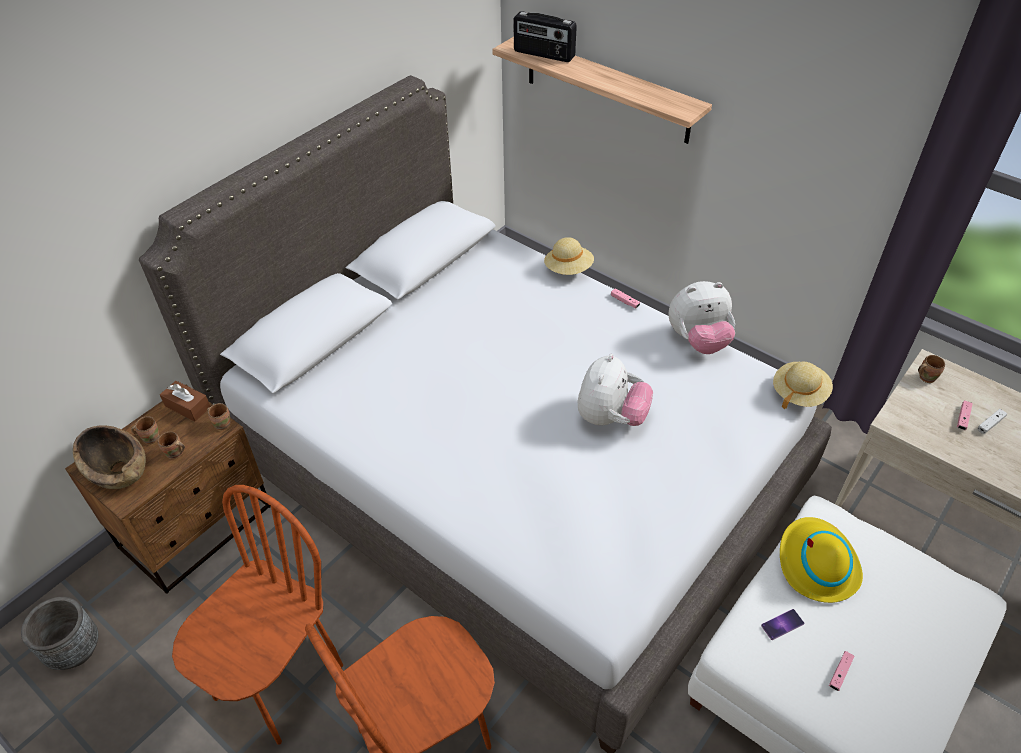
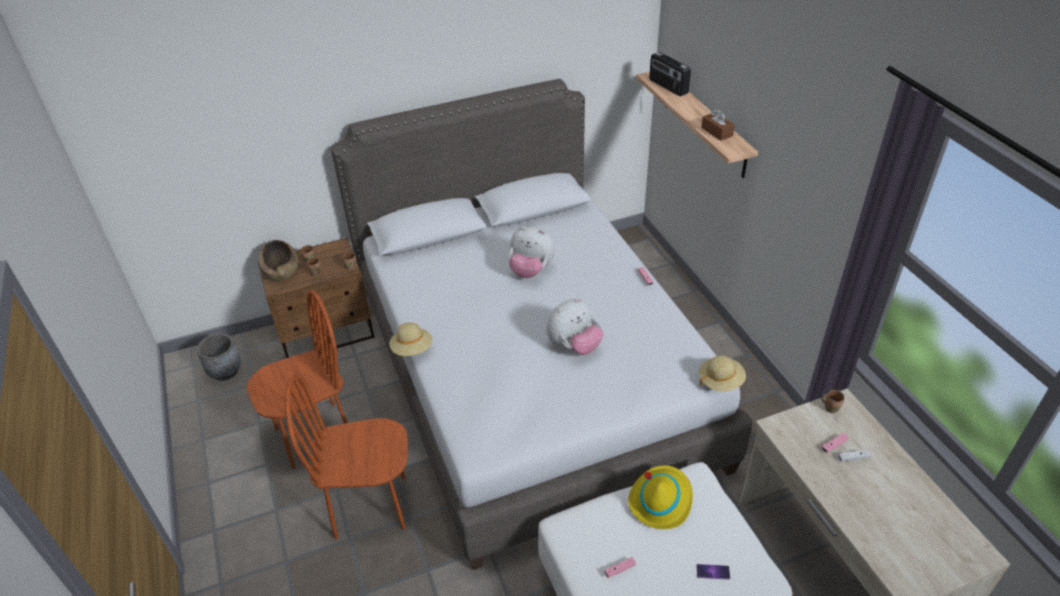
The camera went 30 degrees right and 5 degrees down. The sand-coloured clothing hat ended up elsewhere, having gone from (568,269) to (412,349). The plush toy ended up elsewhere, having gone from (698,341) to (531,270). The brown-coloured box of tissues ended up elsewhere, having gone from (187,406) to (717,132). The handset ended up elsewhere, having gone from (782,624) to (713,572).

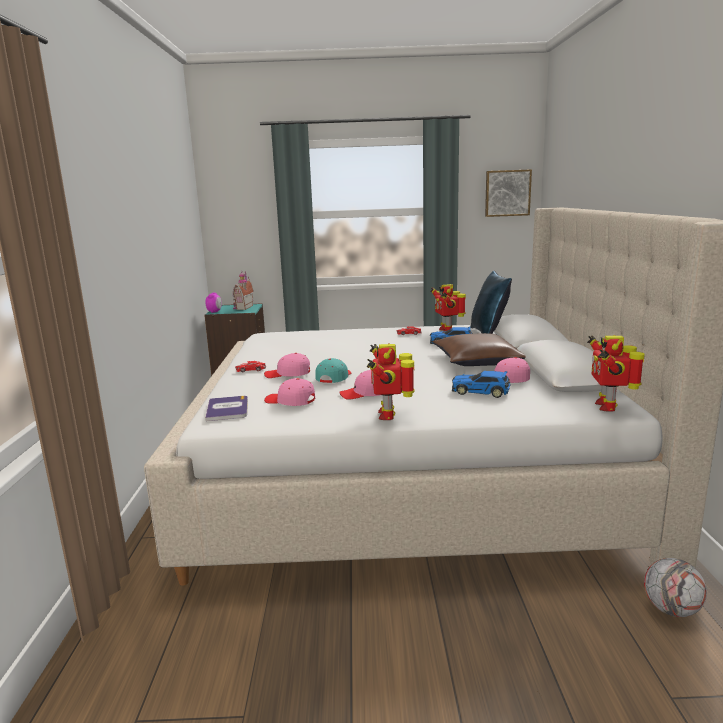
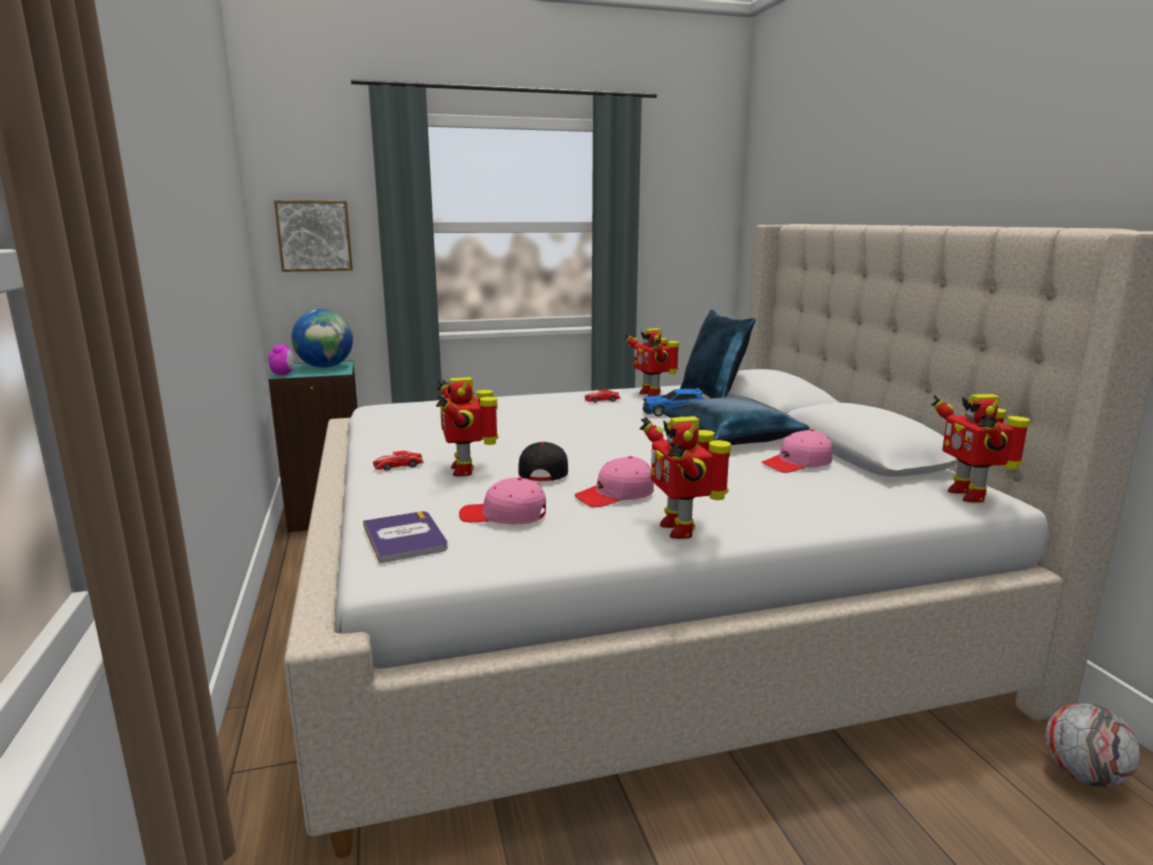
The camera went 15 degrees left and 0 degrees up. The wall picture ended up elsewhere, having gone from (507,193) to (314,236). Where the miniature house stood at (242,307), the world globe came to stand at (325,367). What was the brown-coloured cushion at (477,361) turned into the bluish cushion at (732,436). Where the pinkish peaked cap stood at (288,374), the toy robot came to stand at (465,470). What was the turquoise peaked cap at (334,377) turned into the black peaked cap at (544,472). The second view lost the model car at (481,392).

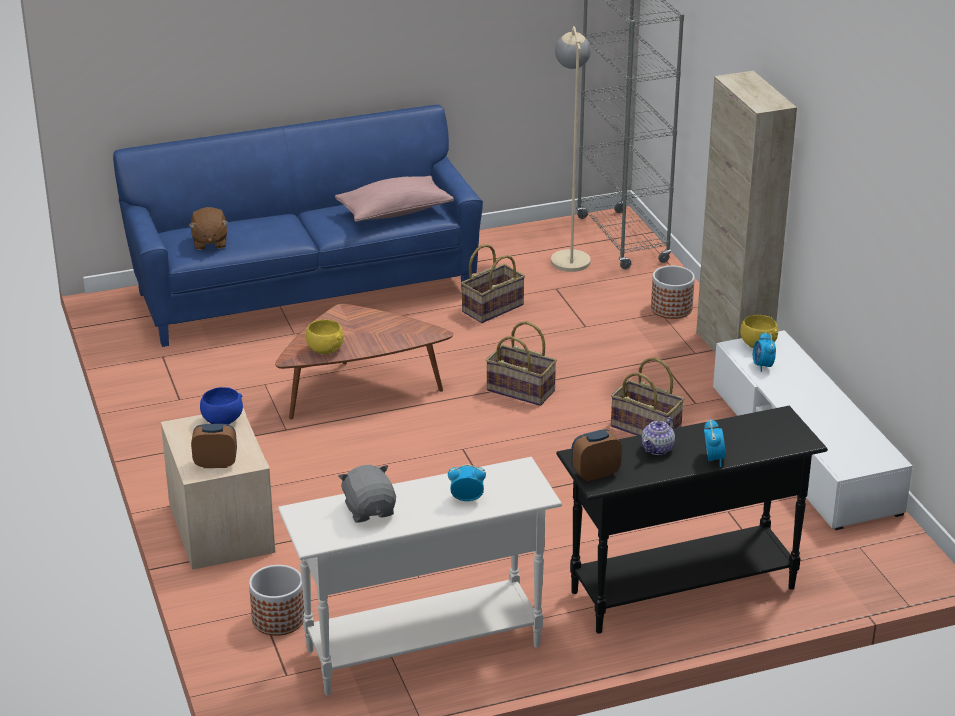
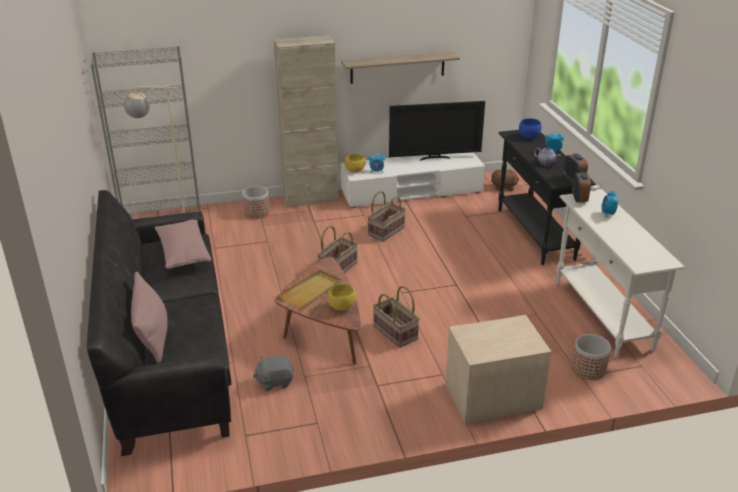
The camera went 85 degrees left and 0 degrees up. What was the bluish sofa at (304,292) turned into the black sofa at (170,355). The brown-coloured plush toy ended up elsewhere, having gone from (209,242) to (503,187). The basket ended up elsewhere, having gone from (492,308) to (394,332). The bluish bowl ended up elsewhere, having gone from (221,421) to (529,137). The bedside clock ended up elsewhere, having gone from (215,463) to (579,199). The greyish plush toy ended up elsewhere, having gone from (370,510) to (275,381). The second view gained the shelf at (397,67). The second view gained the TV set at (434,158). The second view gained the sand-coloured tray at (311,291). The second view gained the pinkish cushion at (152,334).

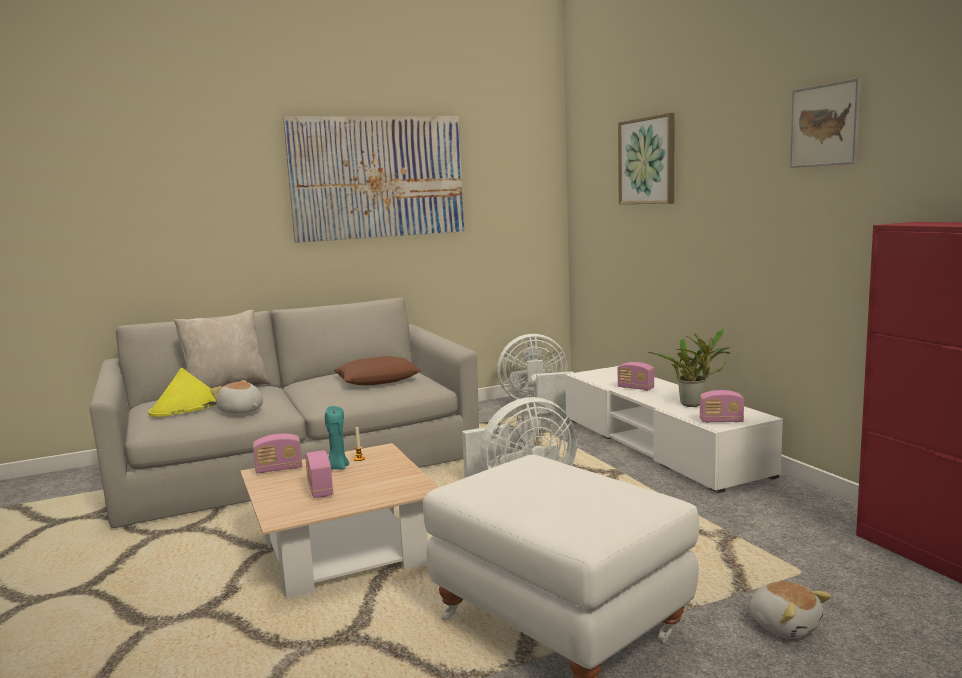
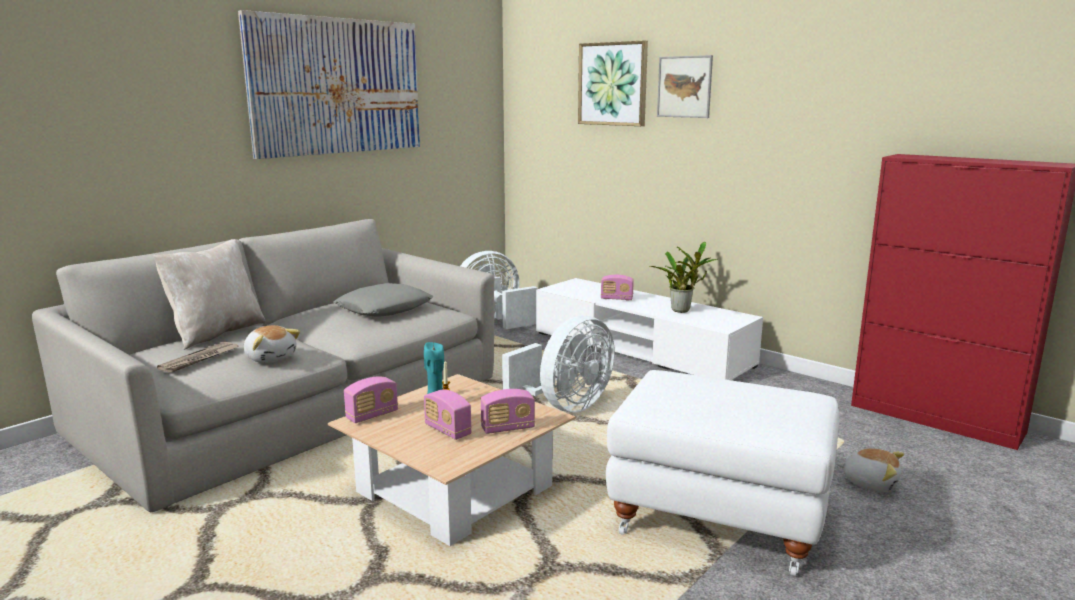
The camera went 25 degrees left and 5 degrees up. The wall picture ended up elsewhere, having gone from (824,125) to (684,87). What was the brown-coloured cushion at (378,379) turned into the greyish cushion at (384,308). Where the yellowish clothing hat stood at (187,407), the daily paper came to stand at (199,359). The plush toy at (241,411) ended up facing another way, 150 degrees counterclockwise from before. The radio set ended up elsewhere, having gone from (721,421) to (508,428).

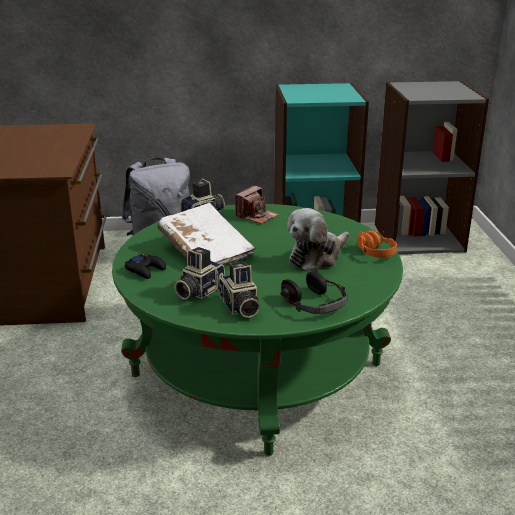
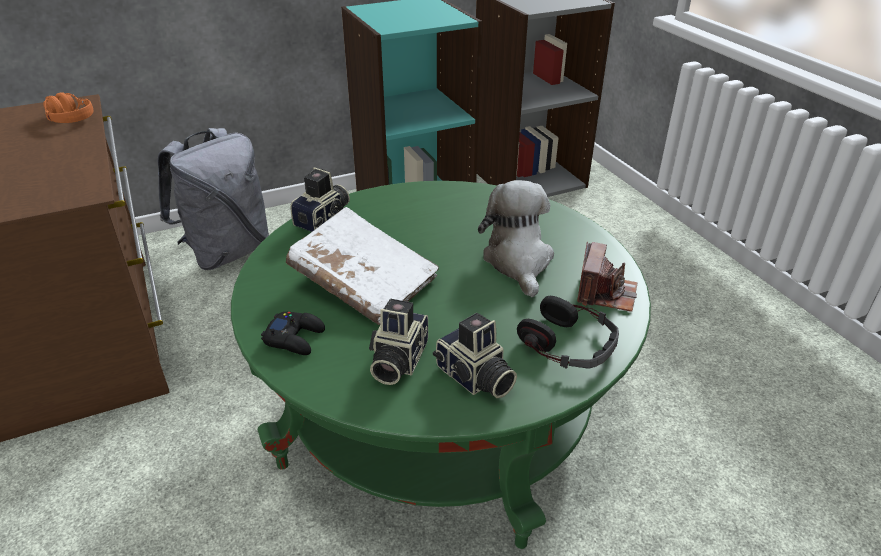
The camera went 20 degrees left and 10 degrees up. The still camera ended up elsewhere, having gone from (256,216) to (605,293). The plush toy at (317,257) ended up facing another way, 150 degrees clockwise from before. The orangey pair of headphones ended up elsewhere, having gone from (371,251) to (66,117).

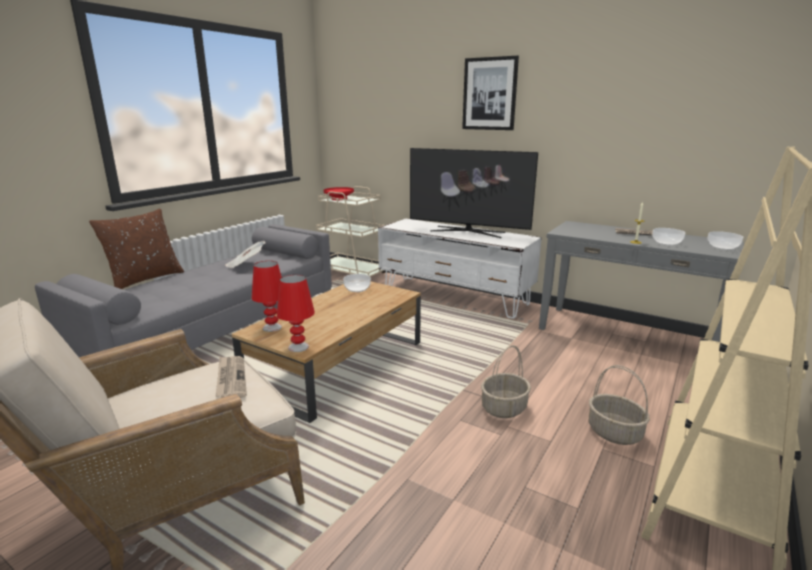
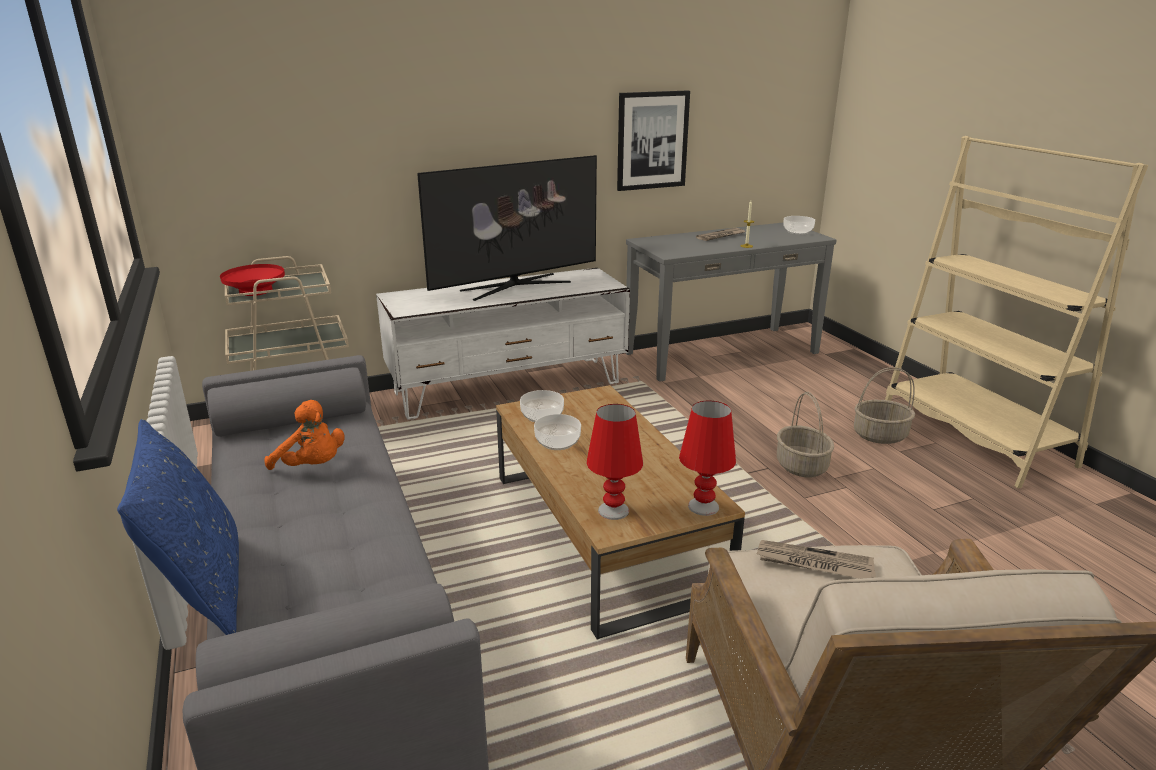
The camera went 55 degrees left and 5 degrees up. The wall picture ended up elsewhere, having gone from (489,94) to (652,140). What was the brown-coloured cushion at (145,279) turned into the bluish cushion at (202,590). The bowl ended up elsewhere, having gone from (666,243) to (557,442). Where the daily paper stood at (246,265), the orangey plush toy came to stand at (312,466).

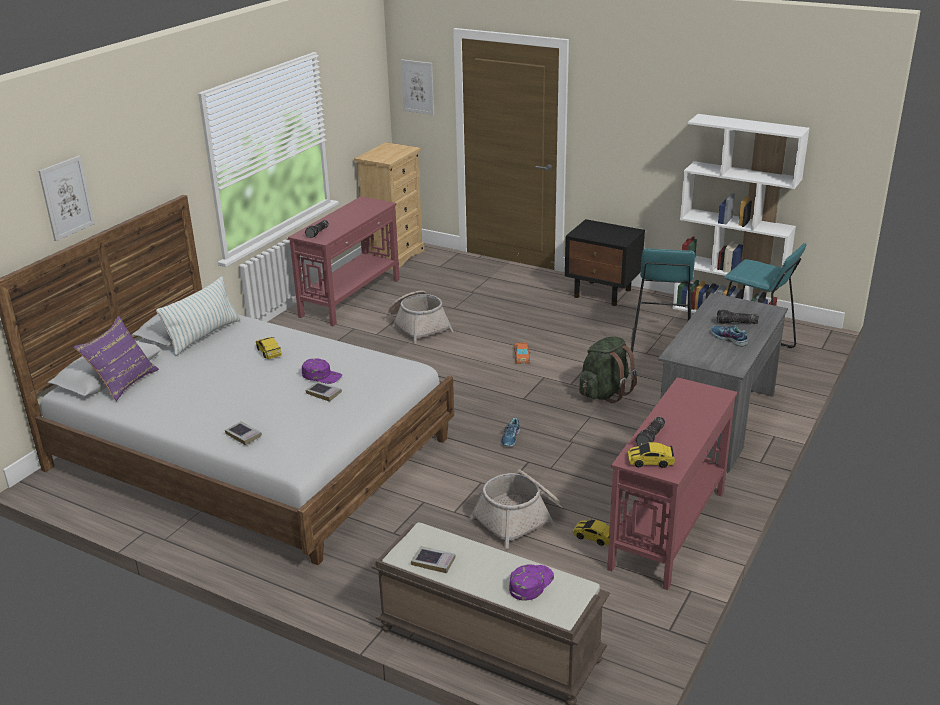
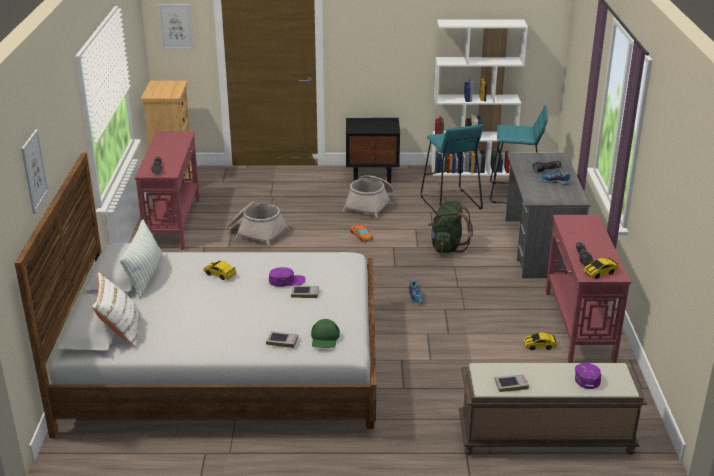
The camera went 30 degrees left and 0 degrees up. What was the purplish cushion at (123,382) turned into the white cushion at (120,331). The basket ended up elsewhere, having gone from (520,518) to (370,205). The second view gained the green-coloured peaked cap at (325,338).

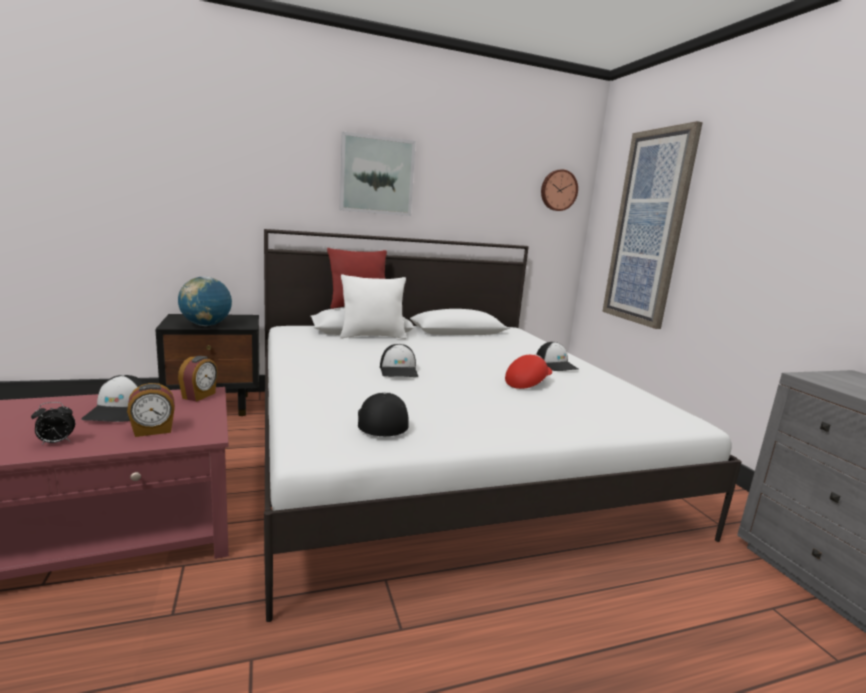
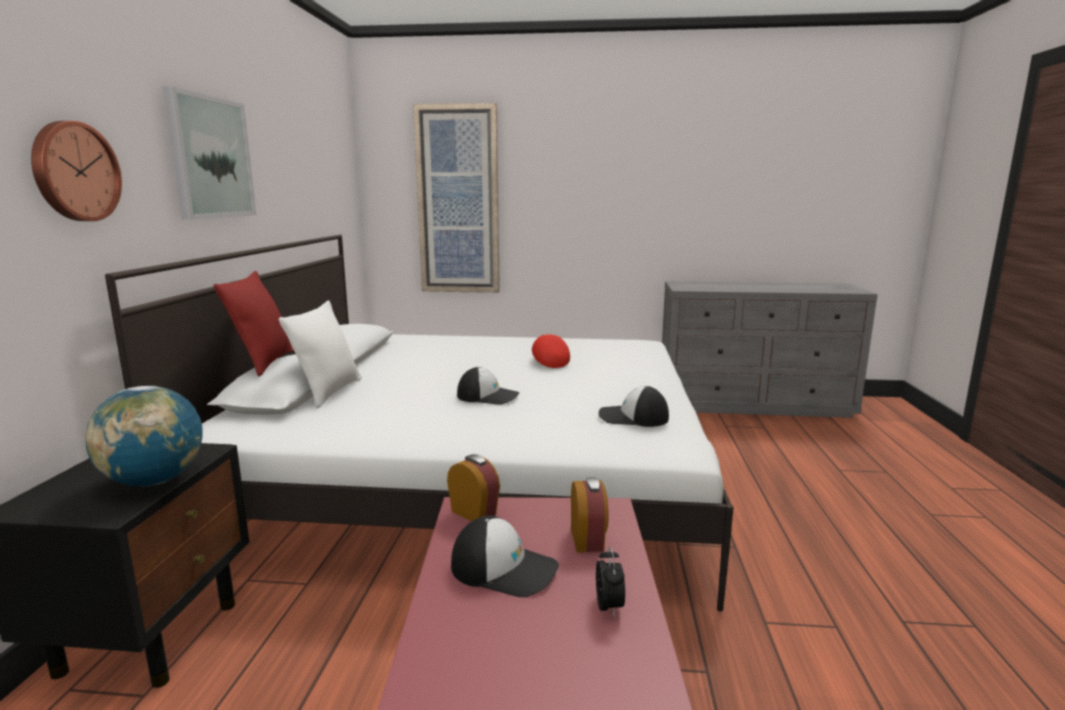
The camera went 65 degrees left and 0 degrees up. The hanging clock ended up elsewhere, having gone from (558,190) to (74,172). The second view lost the peaked cap at (556,365).

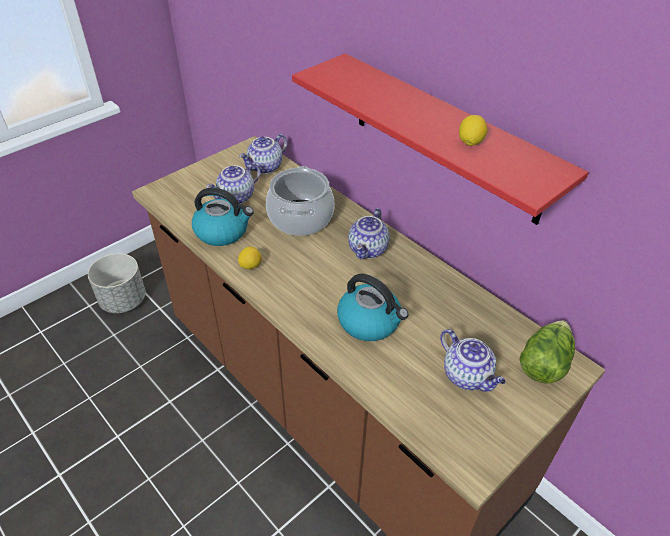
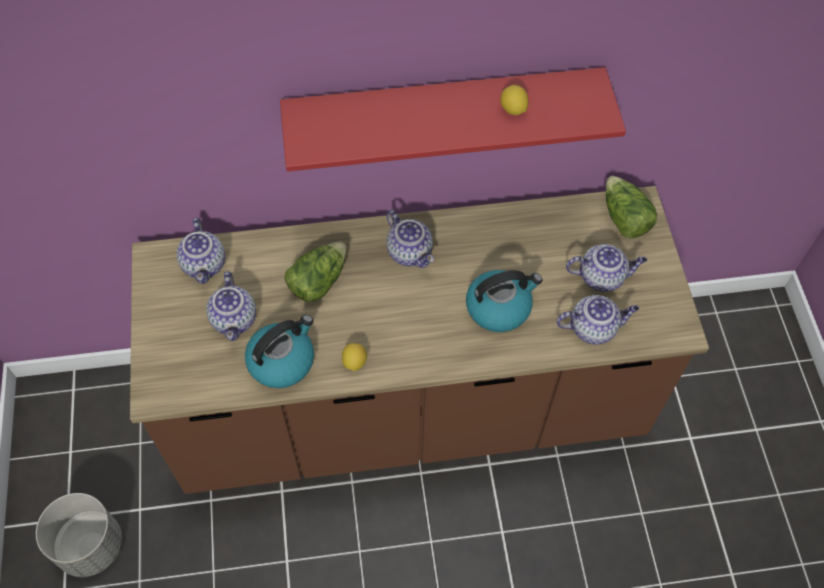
The camera went 55 degrees left and 15 degrees up. Where the stockpot stood at (300,218), the head of lettuce came to stand at (318,281). The second view gained the teapot at (593,328).

